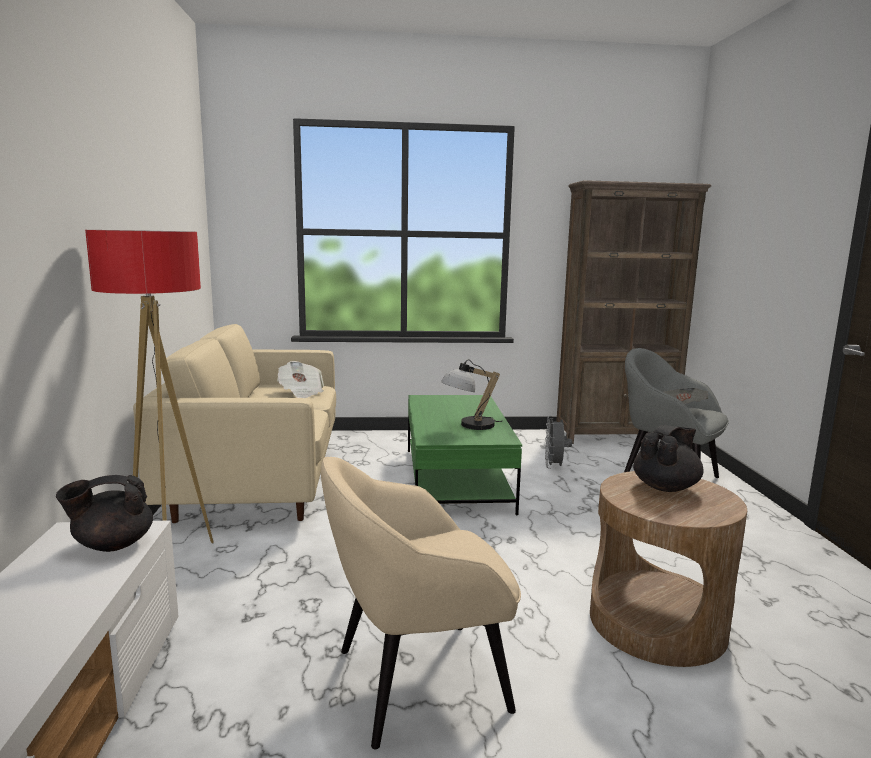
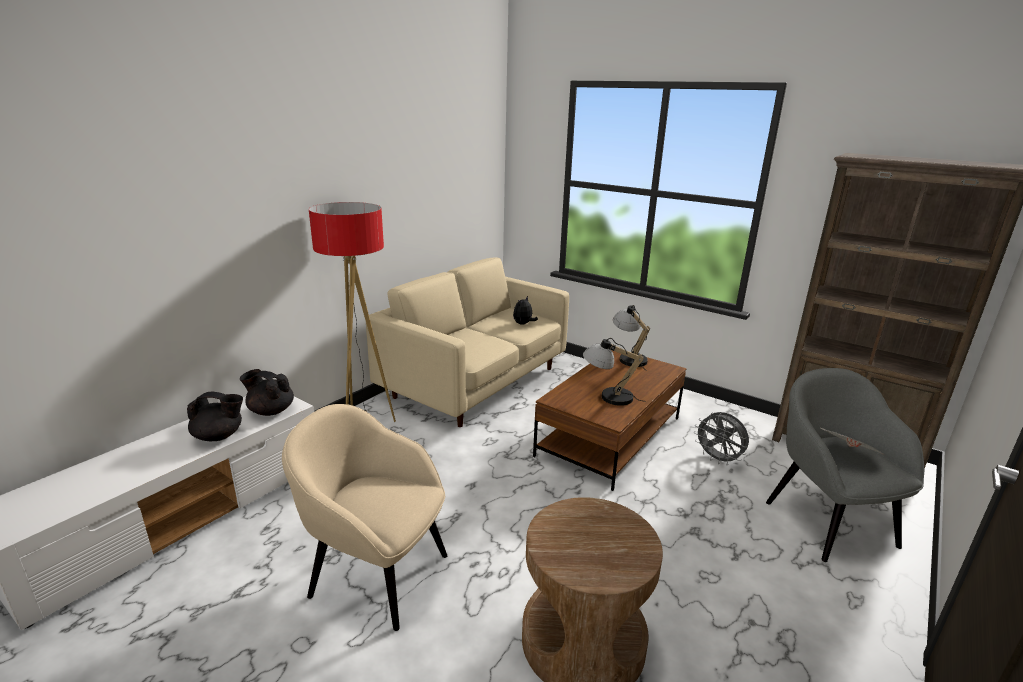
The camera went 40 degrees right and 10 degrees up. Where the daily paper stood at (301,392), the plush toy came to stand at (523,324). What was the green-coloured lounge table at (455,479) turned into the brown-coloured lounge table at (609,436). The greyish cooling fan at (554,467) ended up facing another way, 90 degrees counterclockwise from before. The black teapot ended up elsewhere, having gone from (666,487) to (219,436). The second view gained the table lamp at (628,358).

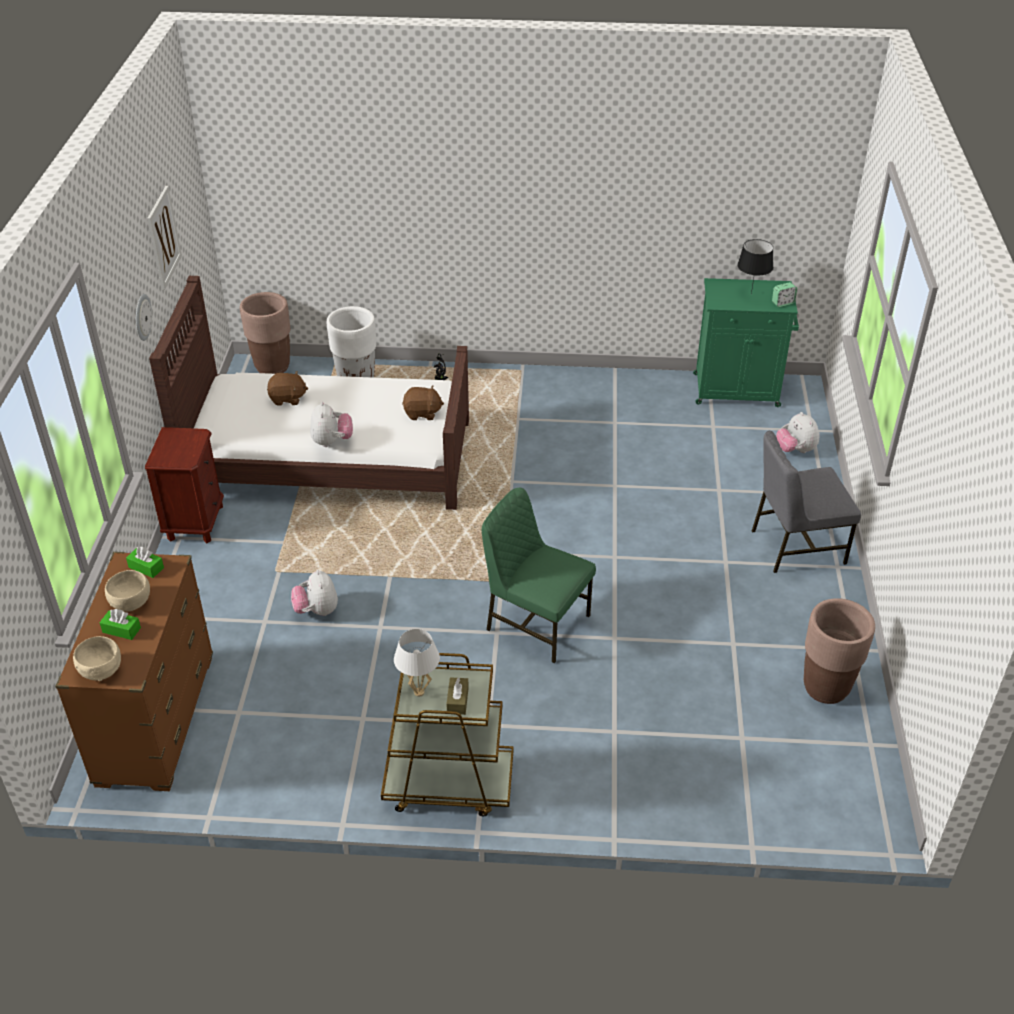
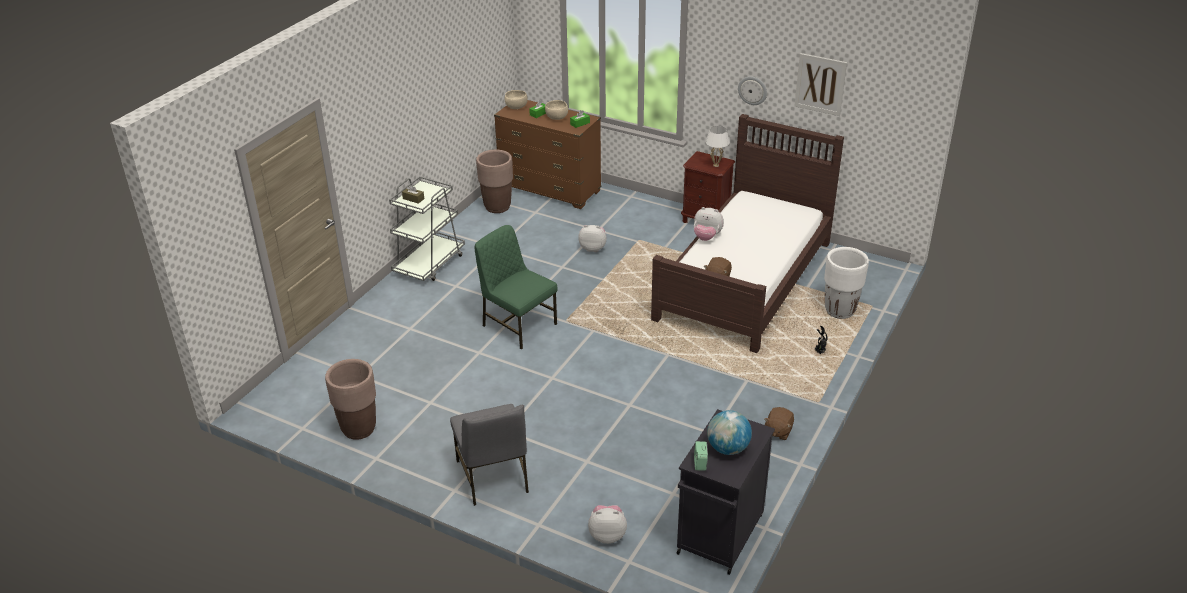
The camera went 115 degrees right and 5 degrees down. Where the black table lamp stood at (751,294), the world globe came to stand at (728,448). What was the green-coloured storage cabinet at (738,390) turned into the black storage cabinet at (719,536). The brown-coloured flower pot ended up elsewhere, having gone from (272,367) to (497,207). The brown-coloured plush toy ended up elsewhere, having gone from (287,399) to (778,431). The greyish chair at (795,546) ended up facing another way, 150 degrees clockwise from before. The green-coloured chair at (536,623) ended up facing another way, 105 degrees counterclockwise from before. The white table lamp ended up elsewhere, having gone from (419,692) to (716,165). What was the brown-coloured cart at (448,784) turned into the greyish cart at (429,263).

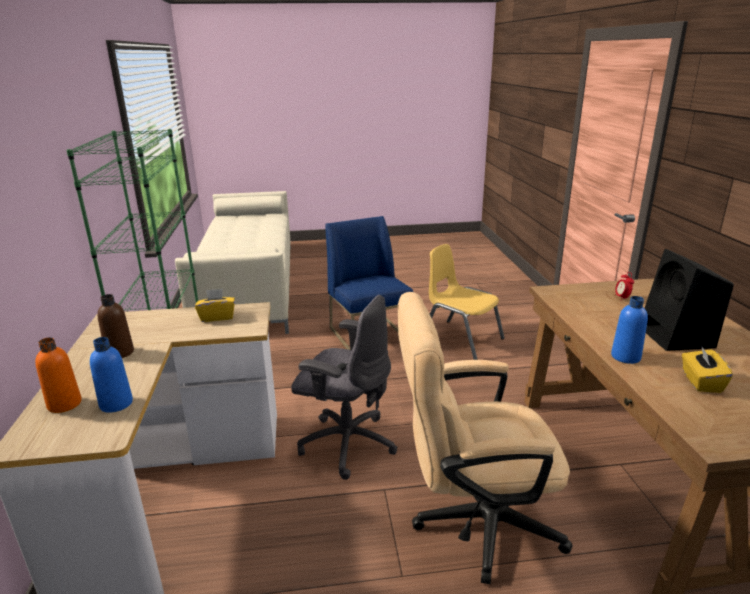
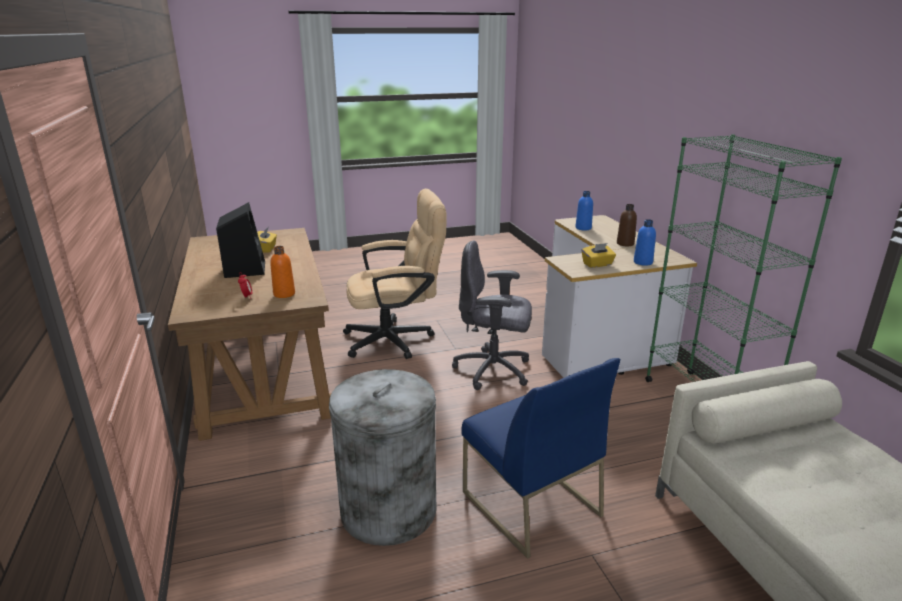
The camera went 170 degrees right and 0 degrees up. Where the yellowish chair stood at (461,339), the greyish trash can came to stand at (388,510). The bluish drink bottle ended up elsewhere, having gone from (625,357) to (643,262). The orangey drink bottle ended up elsewhere, having gone from (64,404) to (284,294).

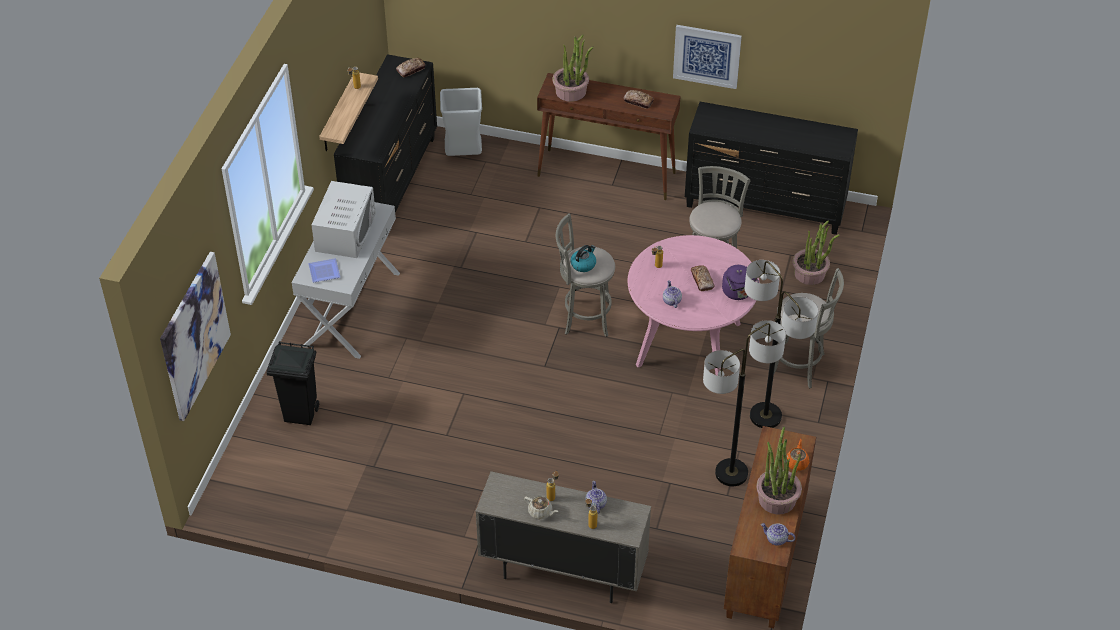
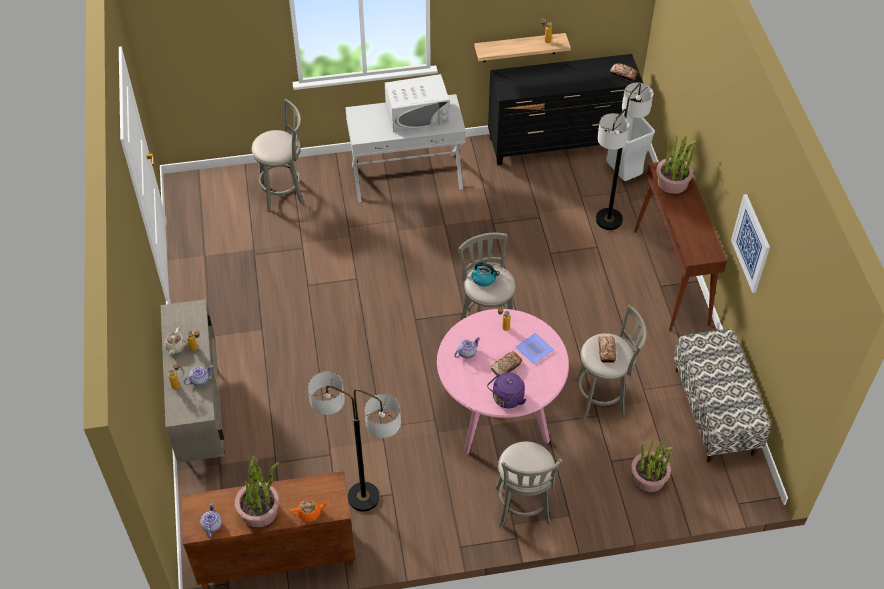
The camera went 65 degrees right and 5 degrees up. The baked bread ended up elsewhere, having gone from (638,101) to (606,351). Where the black dresser stood at (765,207), the bench came to stand at (715,411). The second view lost the wall picture at (194,336). The dinner plate ended up elsewhere, having gone from (323,271) to (534,348). The standing lamp ended up elsewhere, having gone from (765,416) to (608,220). Where the black trash can stood at (301,414), the greyish stool seat came to stand at (284,192).

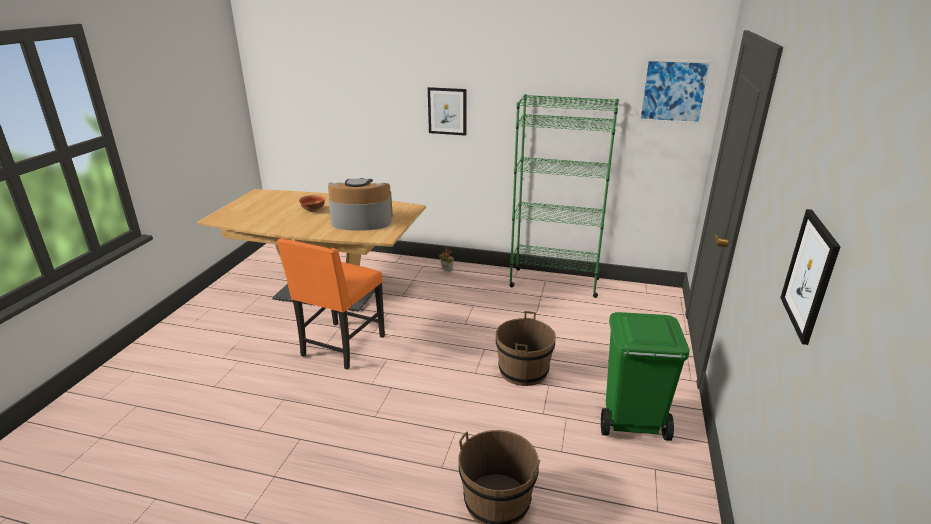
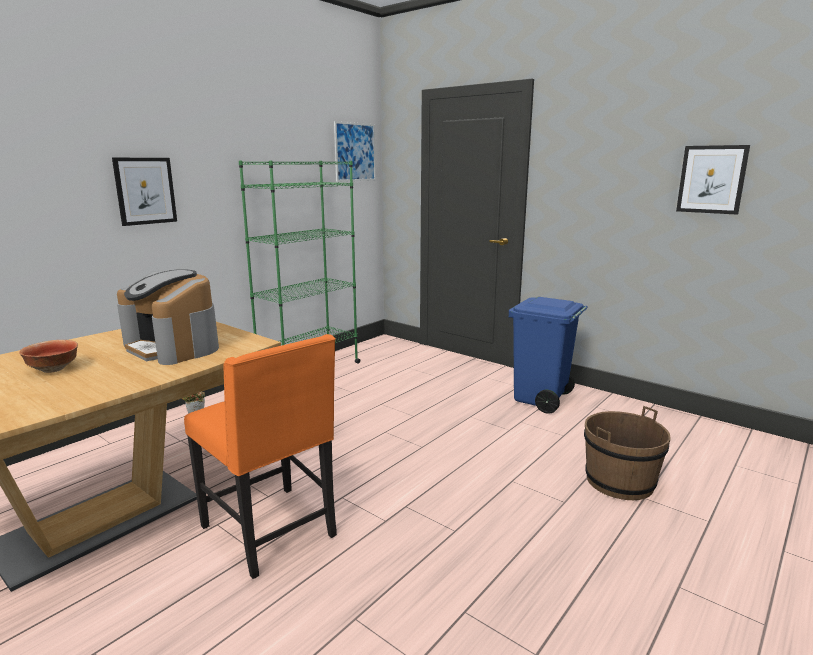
The camera went 65 degrees left and 10 degrees down. The coffee brewer at (361,221) ended up facing another way, 75 degrees counterclockwise from before. The second view lost the brown-coloured bucket at (523,371). What was the green-coloured trash can at (631,423) turned into the bluish trash can at (541,399).

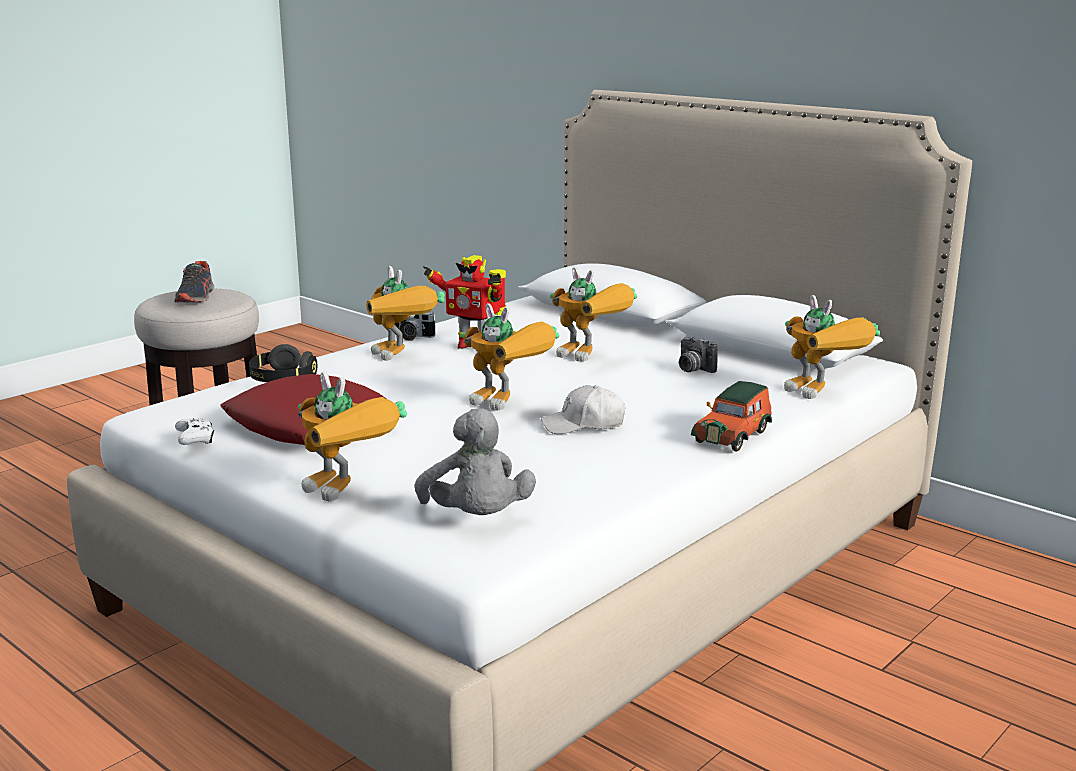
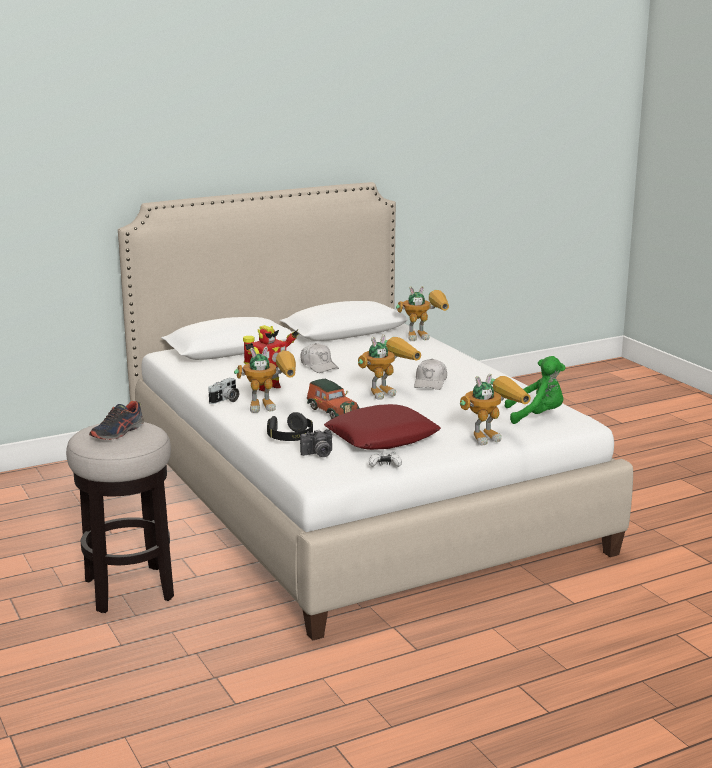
The camera went 70 degrees left and 0 degrees up. The item of footwear at (196,297) ended up facing another way, 105 degrees clockwise from before. Where the toy robot stood at (592,357), the white peaked cap came to stand at (319,366). The still camera ended up elsewhere, having gone from (692,369) to (318,454). The model car ended up elsewhere, having gone from (733,435) to (331,411). What was the greyish plush toy at (476,518) turned into the green-coloured plush toy at (537,416).

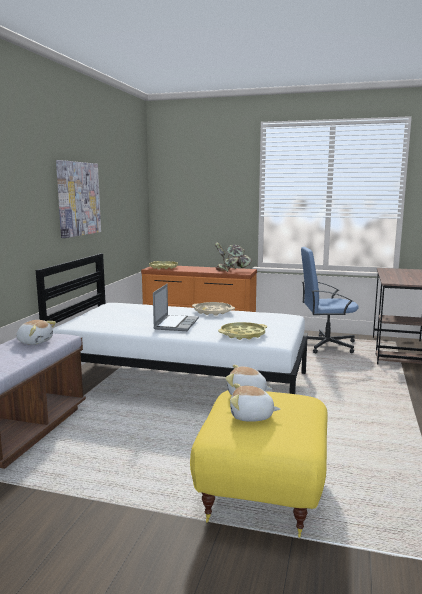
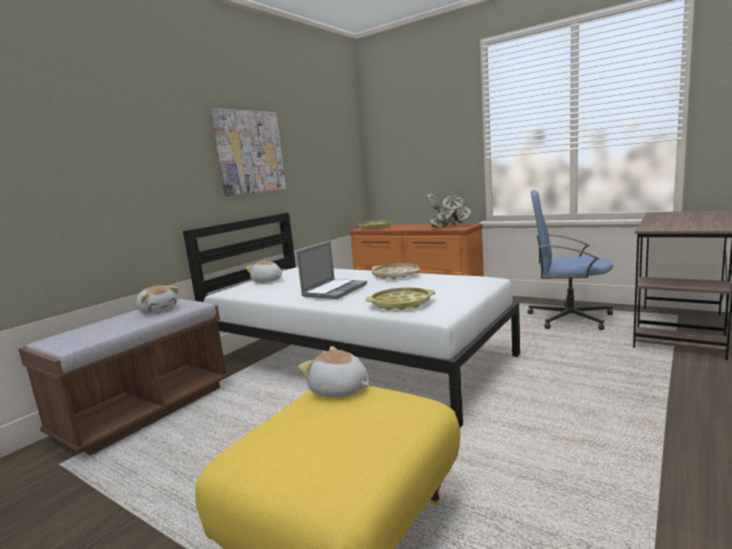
The camera went 20 degrees right and 0 degrees up. The plush toy ended up elsewhere, having gone from (251,416) to (267,281).

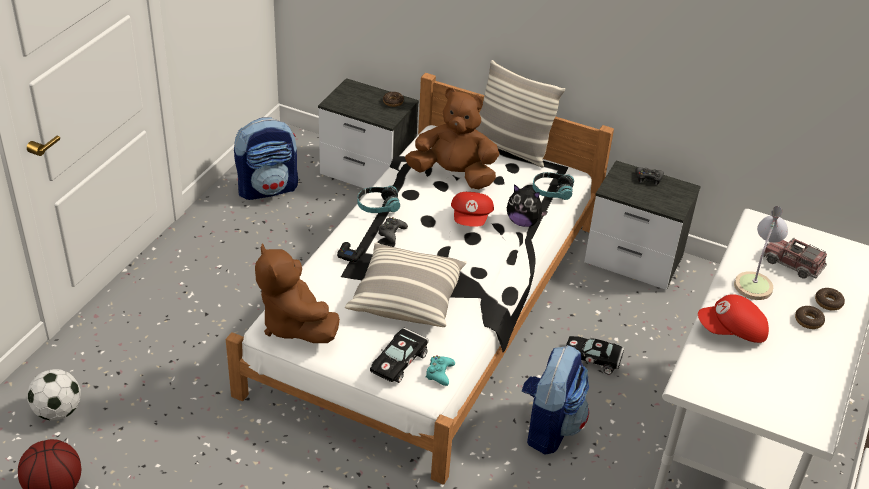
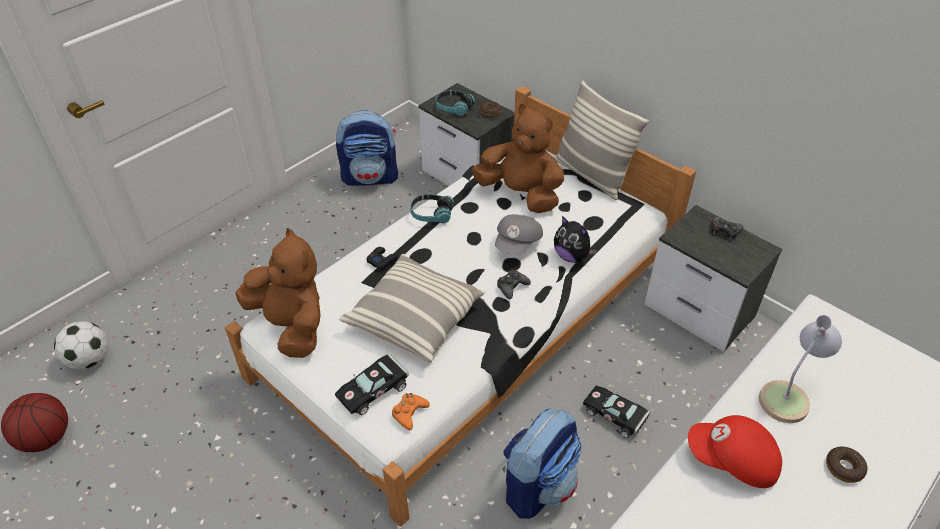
The camera went 20 degrees right and 5 degrees up. The pair of headphones ended up elsewhere, having gone from (552,191) to (453,108). What was the red peaked cap at (471,219) turned into the greyish peaked cap at (518,243). The black gamepad ended up elsewhere, having gone from (391,232) to (512,287). The second view lost the model truck at (792,264). The brown-coloured plush toy at (294,325) ended up facing another way, 150 degrees clockwise from before. The second view lost the donut at (828,302). What was the turquoise gamepad at (439,373) turned into the orangey gamepad at (409,413).

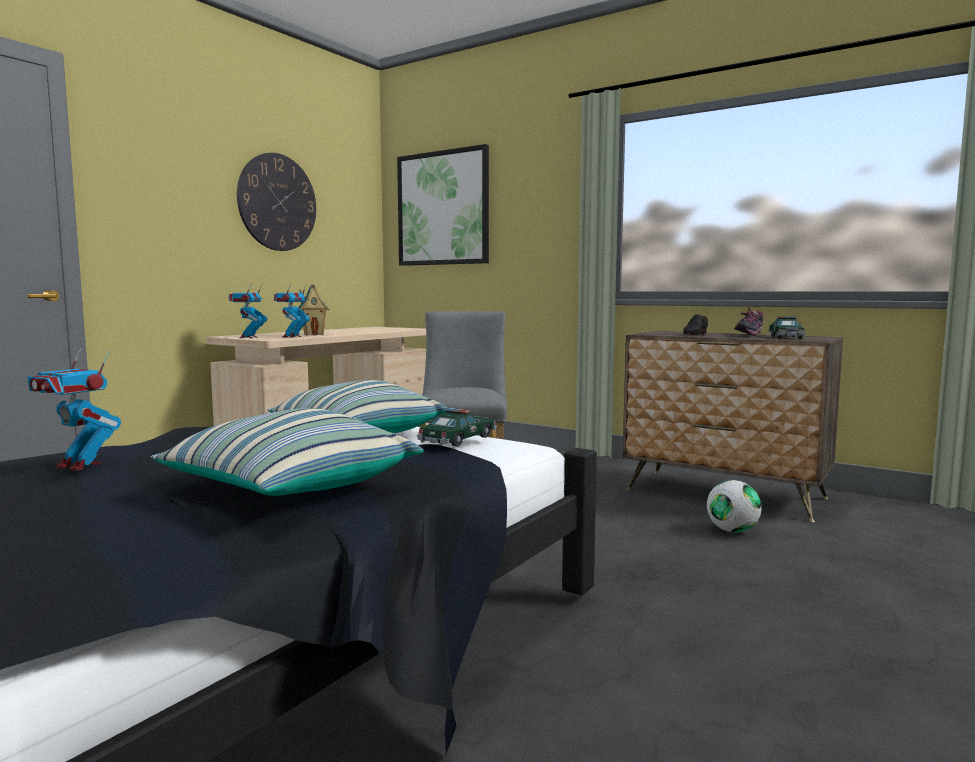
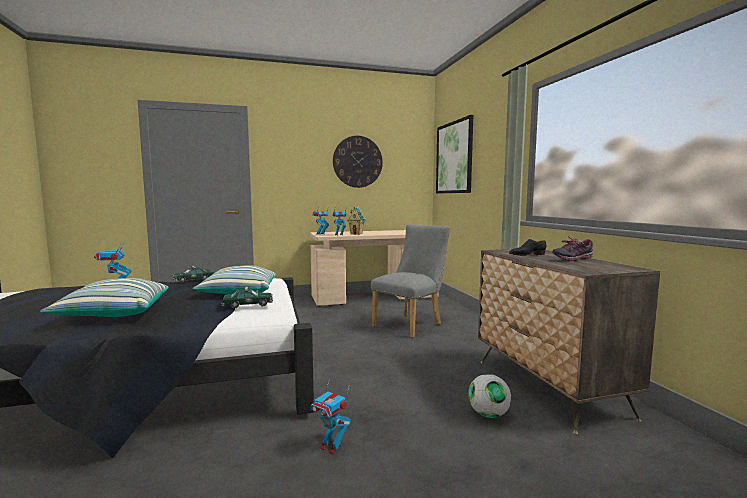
The camera went 40 degrees right and 0 degrees up. The model car ended up elsewhere, having gone from (785,337) to (193,280). The second view gained the toy robot at (331,447).

